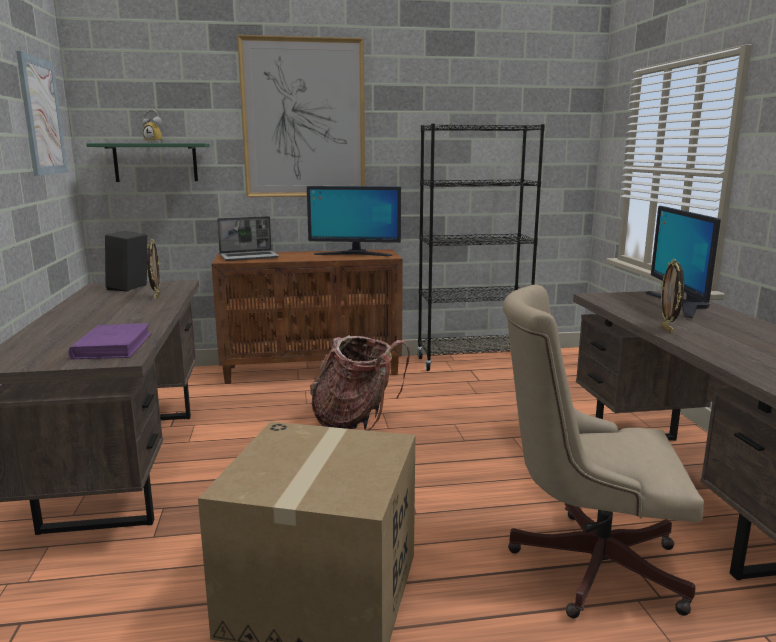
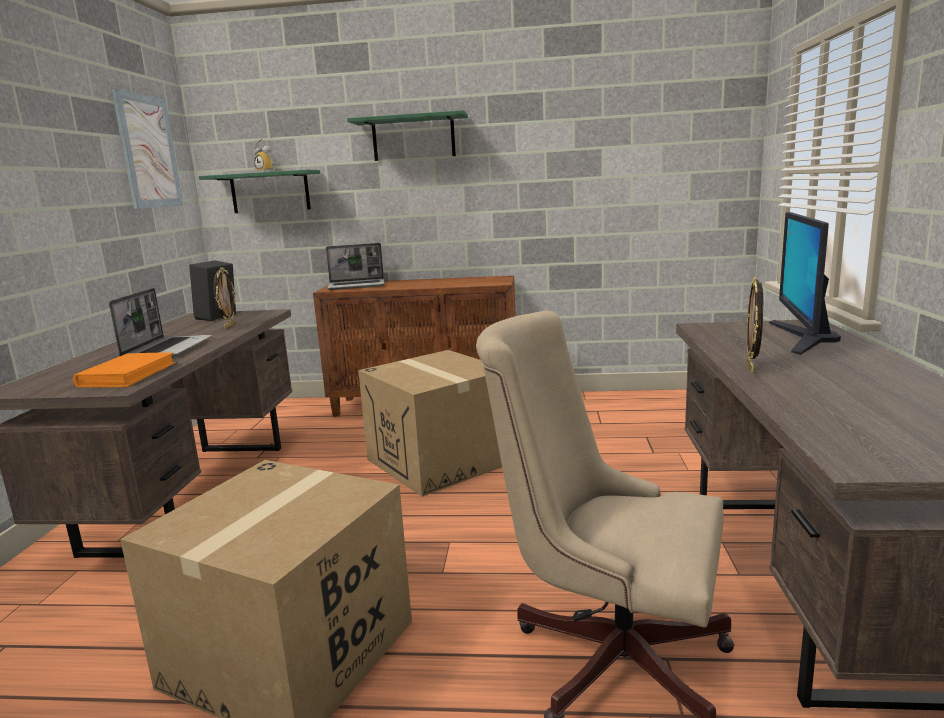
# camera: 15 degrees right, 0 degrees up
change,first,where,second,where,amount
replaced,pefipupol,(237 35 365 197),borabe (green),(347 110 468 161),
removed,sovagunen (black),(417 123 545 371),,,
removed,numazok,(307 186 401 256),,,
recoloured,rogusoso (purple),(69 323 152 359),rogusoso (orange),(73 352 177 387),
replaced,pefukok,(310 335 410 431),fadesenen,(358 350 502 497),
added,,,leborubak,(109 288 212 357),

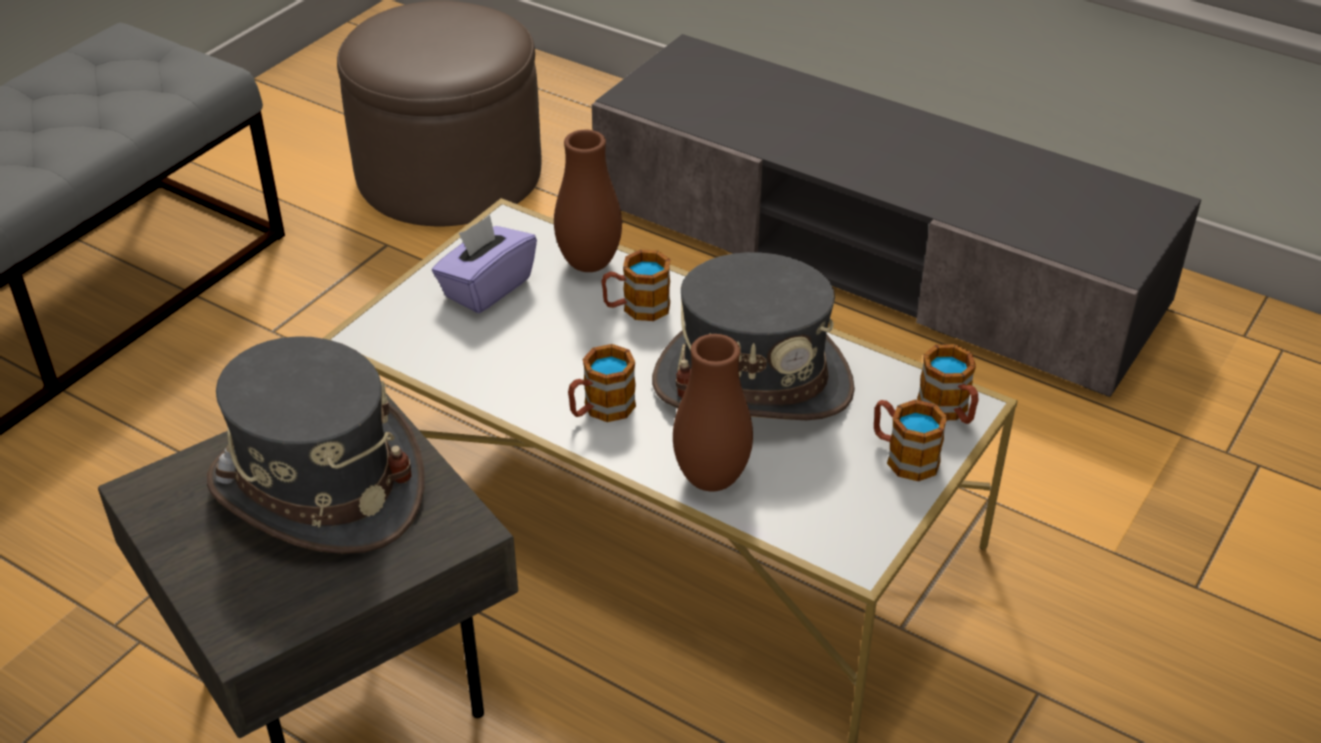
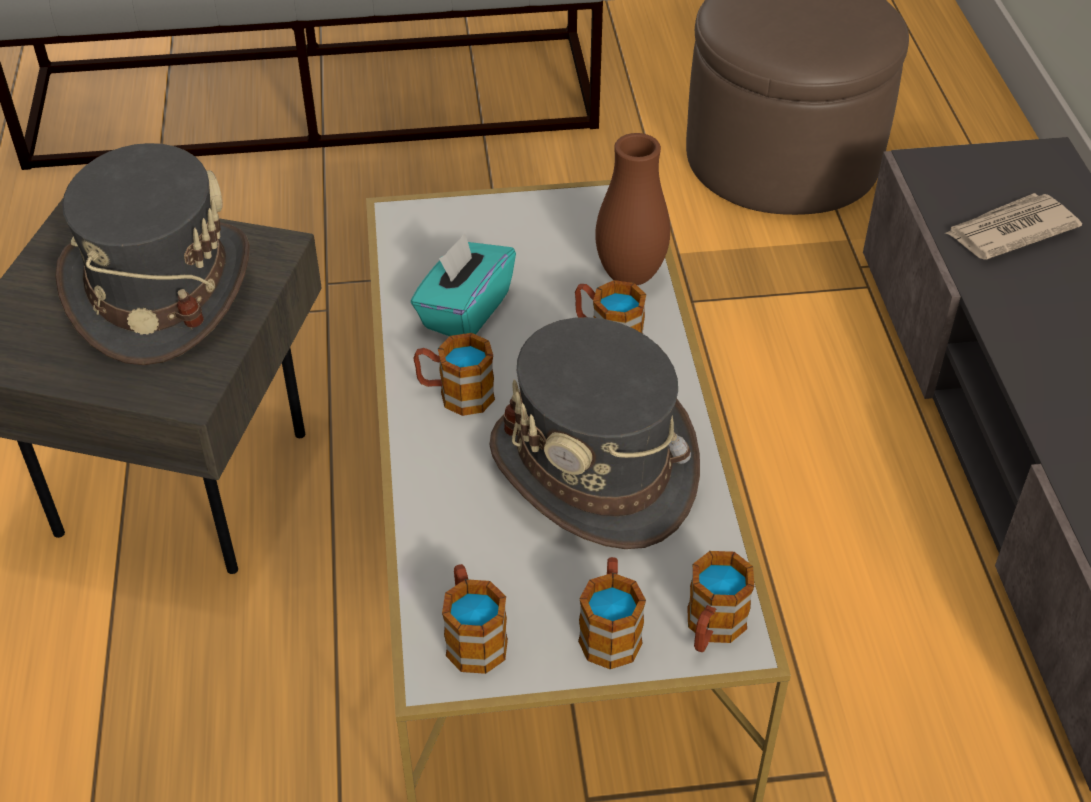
# camera: 50 degrees right, 5 degrees up
change,first,where,second,where,amount
removed,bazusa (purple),(432 215 537 313),,,
removed,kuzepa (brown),(673 334 753 491),,,
added,,,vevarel,(944 193 1082 260),
added,,,bazusa (turquoise),(411 233 516 336),
added,,,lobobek,(442 564 508 674),

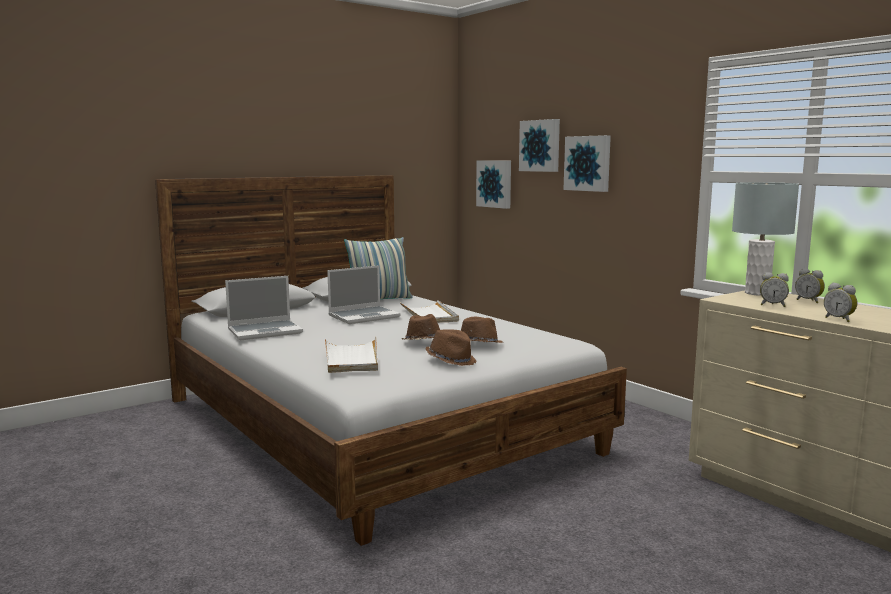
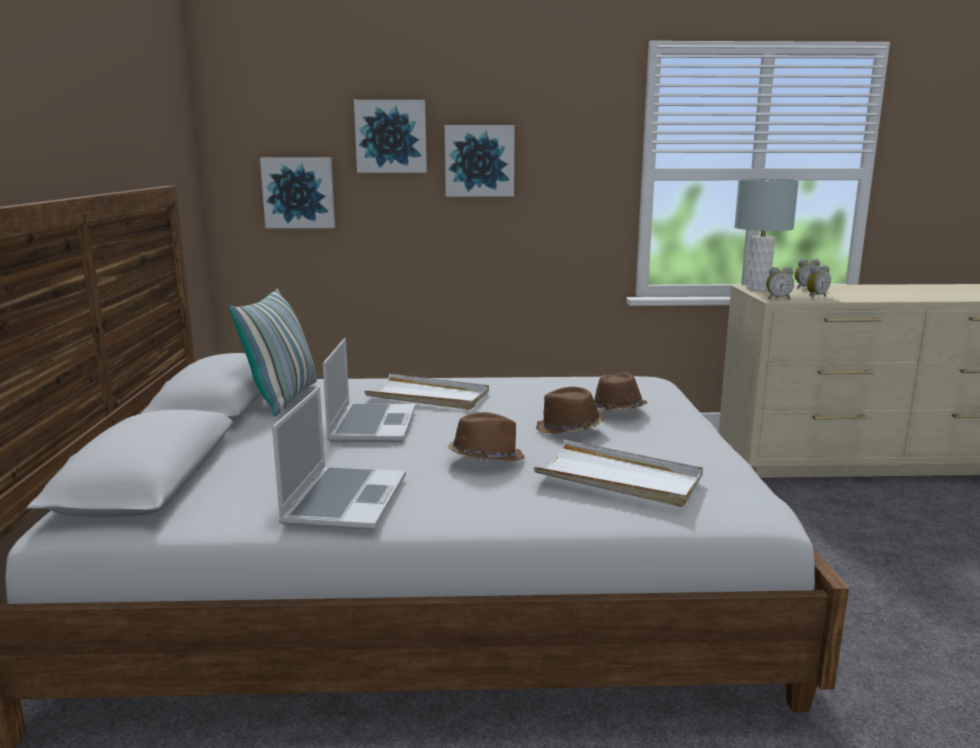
# camera: 55 degrees left, 5 degrees up
change,first,where,second,where,amount
moved,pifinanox,(824 283 857 322),,(766 267 794 300),
moved,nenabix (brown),(425 329 477 366),,(447 412 525 461),

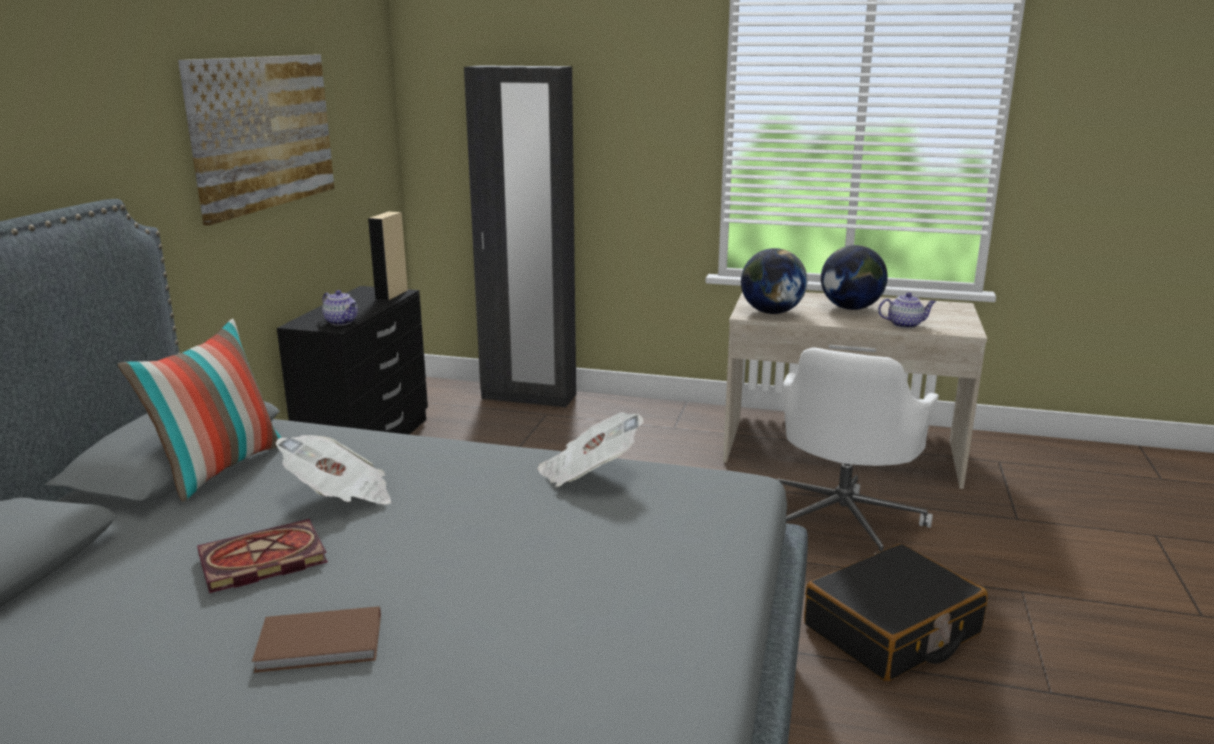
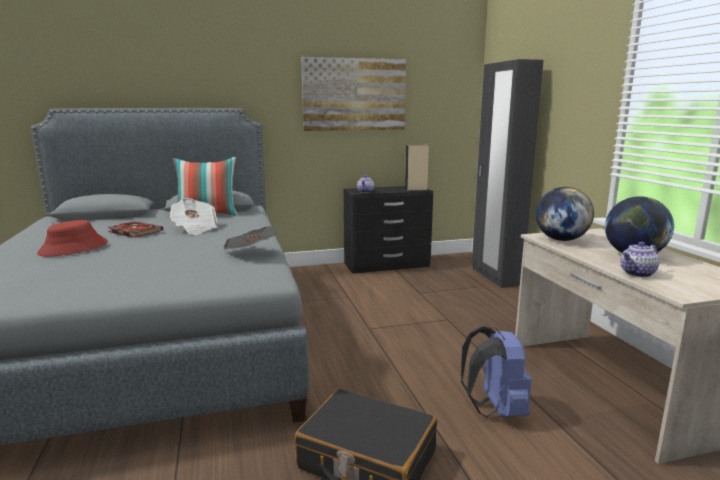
# camera: 60 degrees right, 5 degrees down
change,first,where,second,where,amount
turned,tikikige,(878 292 936 328),,(620 241 660 277),90 degrees clockwise
replaced,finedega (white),(777 347 939 554),pefukok (blue),(461 326 532 417),
replaced,rogusoso (brown),(252 606 381 673),nenabix (red),(37 220 108 256),

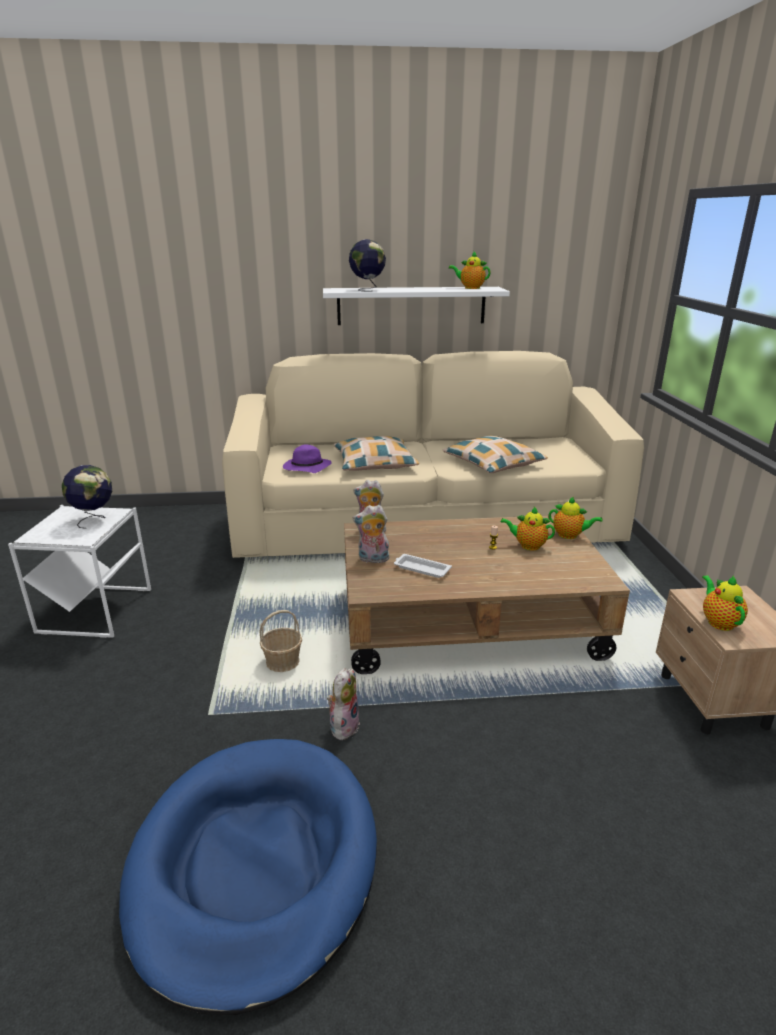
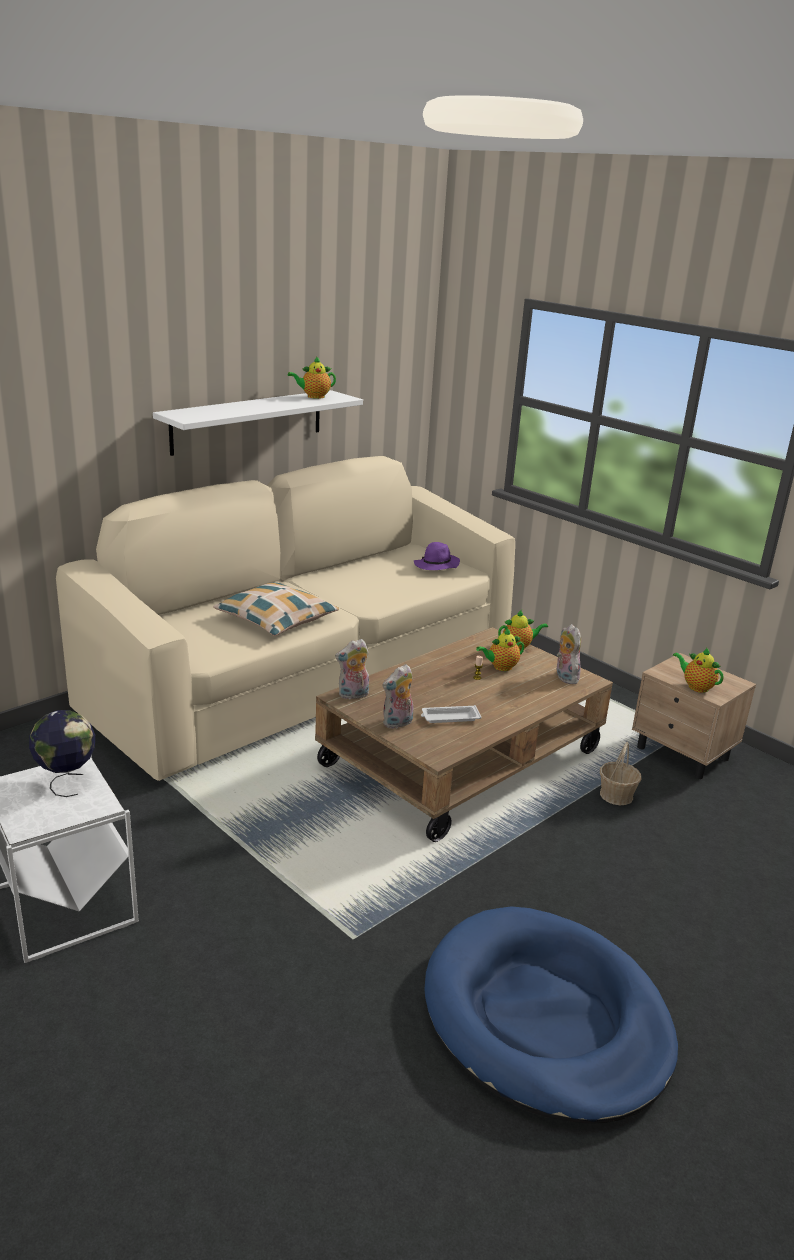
# camera: 40 degrees left, 0 degrees up
change,first,where,second,where,amount
removed,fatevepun,(349 239 386 291),,,
removed,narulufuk,(443 436 548 473),,,
moved,nenabix (purple),(283 444 332 473),,(414 542 460 570),
moved,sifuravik,(259 610 302 672),,(600 742 641 805),
moved,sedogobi,(327 668 360 740),,(557 624 581 684),

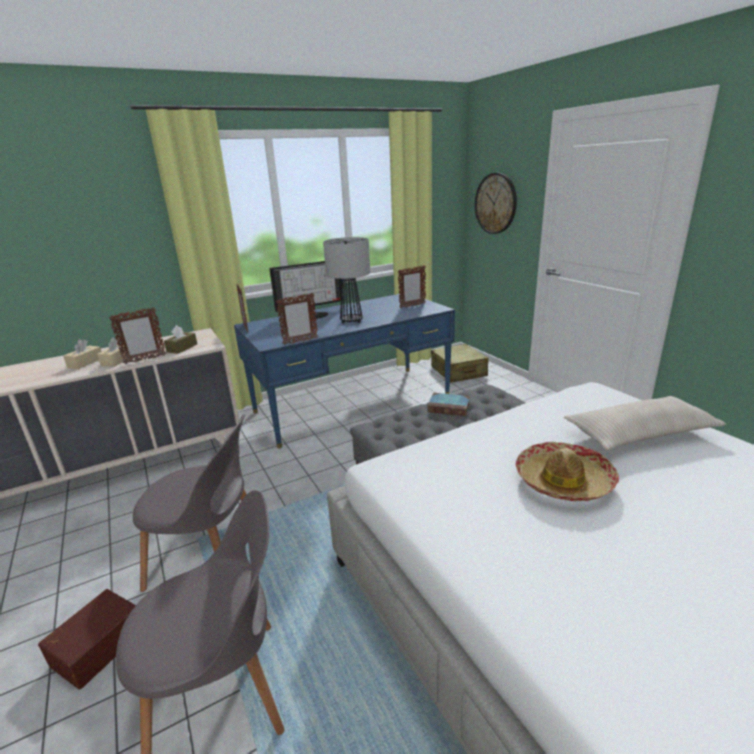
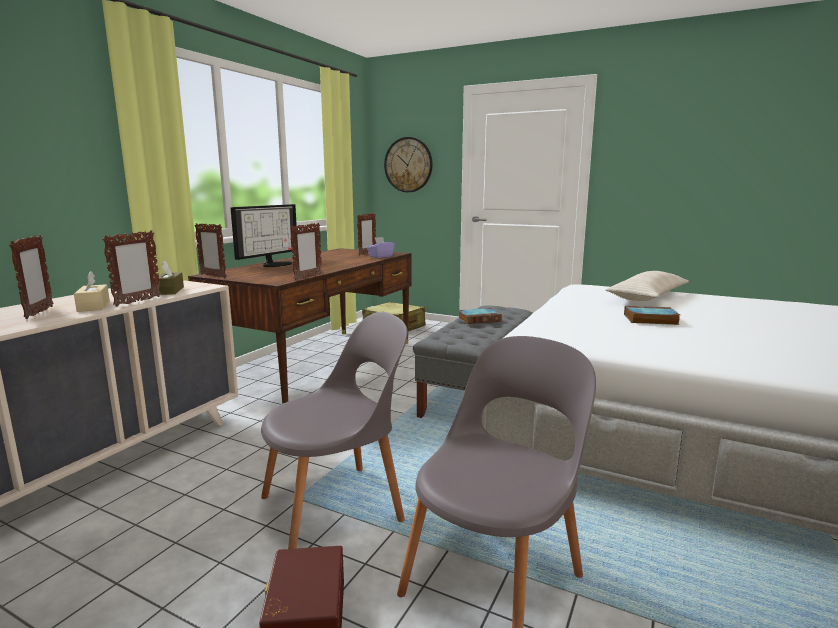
# camera: 35 degrees left, 10 degrees down
change,first,where,second,where,amount
removed,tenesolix,(323 237 370 323),,,
recoloured,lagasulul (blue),(234 294 455 449),lagasulul (brown),(188 248 412 404),
replaced,bazusa (beige),(63 339 102 369),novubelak,(9 235 54 319),
replaced,nenabix,(516 442 619 501),rogusoso,(624 306 680 325),
added,,,bazusa (purple),(367 237 395 258),

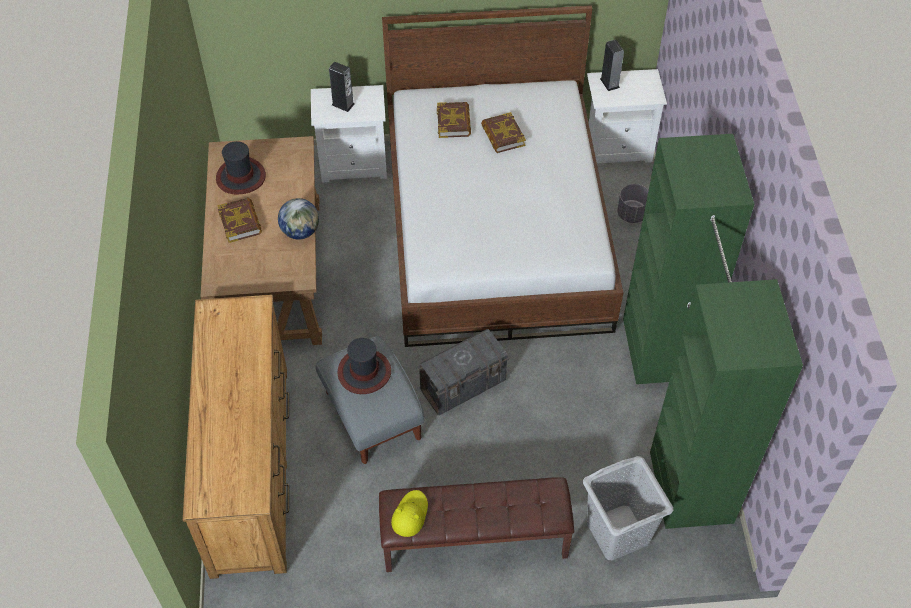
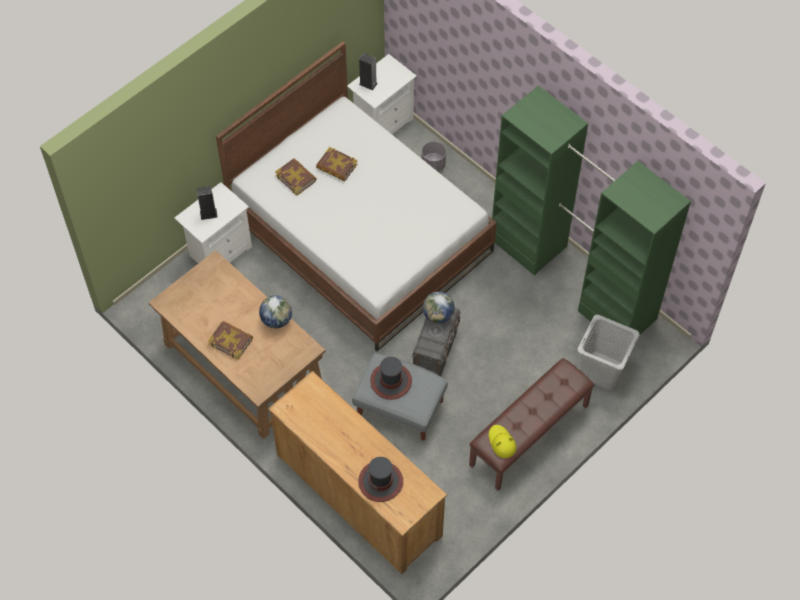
# camera: 40 degrees left, 5 degrees up
change,first,where,second,where,amount
moved,nenabix,(216 141 266 195),,(358 457 403 502),
added,,,fatevepun,(423 292 455 324),

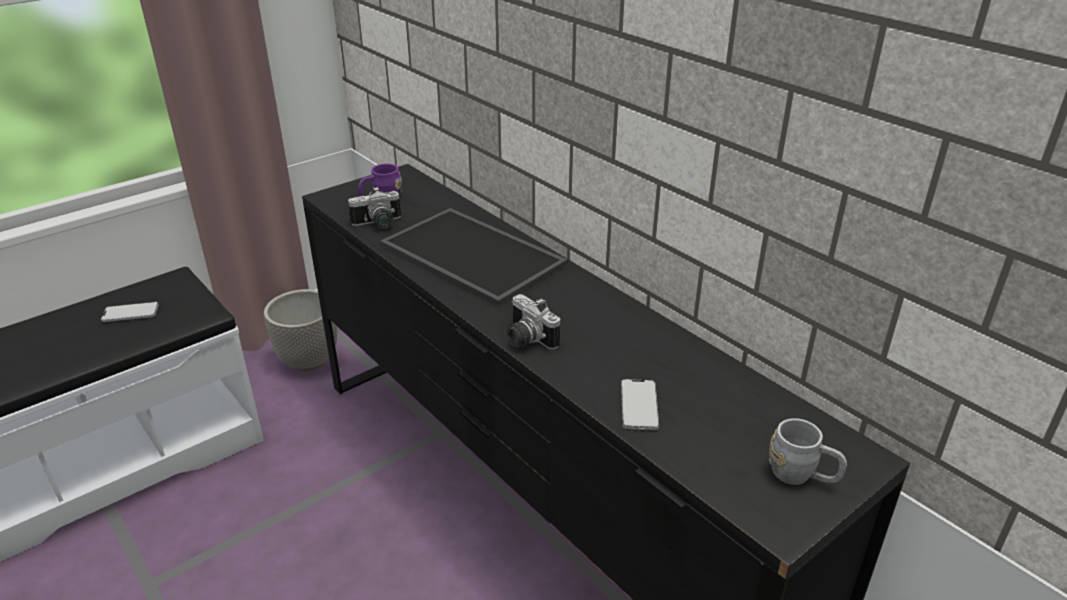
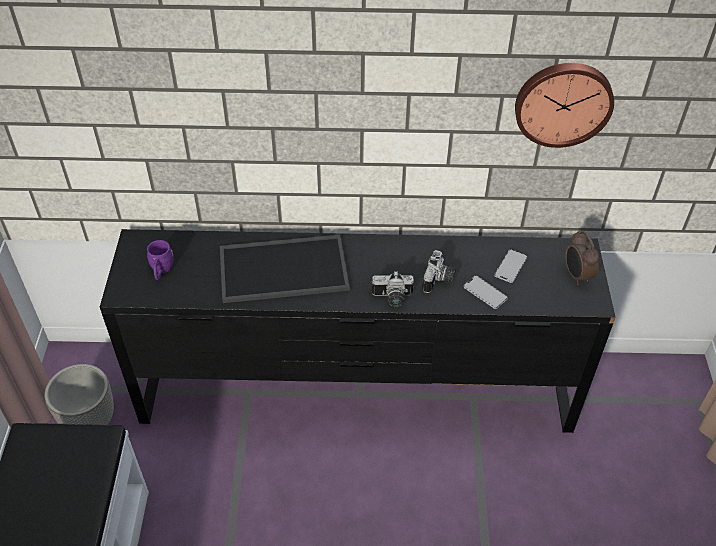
# camera: 50 degrees left, 15 degrees up
change,first,where,second,where,amount
moved,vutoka,(348 187 401 228),,(422 250 455 293),
moved,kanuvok,(101 302 159 322),,(494 249 528 283),
replaced,lobobek (grey),(769 418 847 485),pifinanox,(565 230 600 285),
added,,,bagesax,(515 63 614 148),

